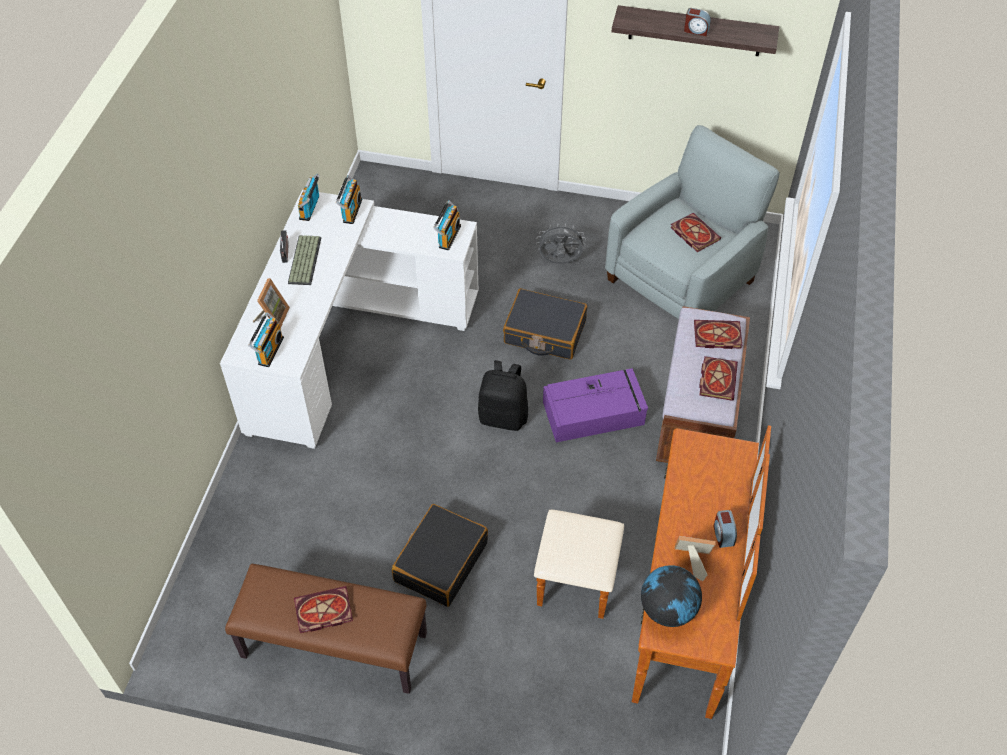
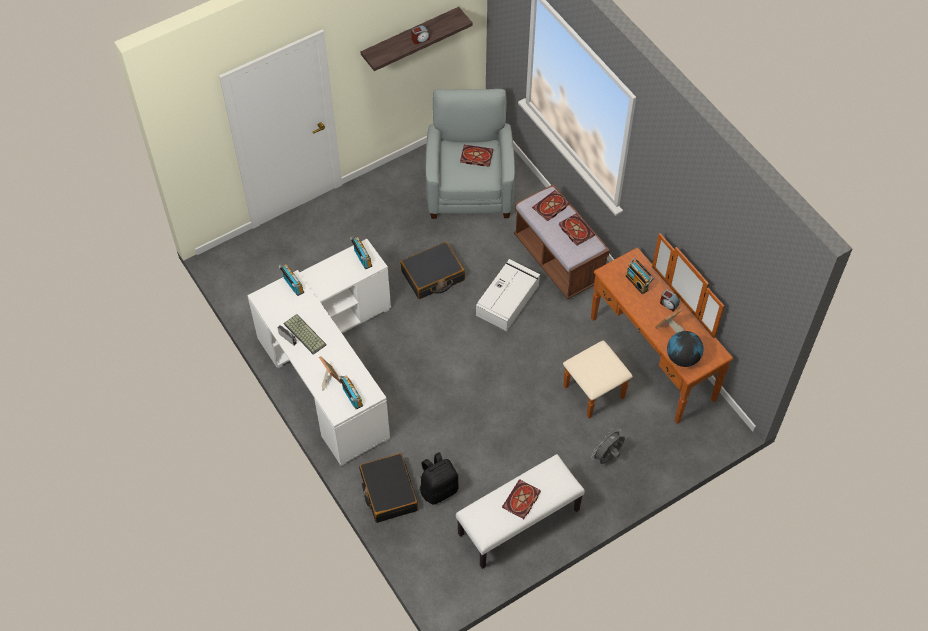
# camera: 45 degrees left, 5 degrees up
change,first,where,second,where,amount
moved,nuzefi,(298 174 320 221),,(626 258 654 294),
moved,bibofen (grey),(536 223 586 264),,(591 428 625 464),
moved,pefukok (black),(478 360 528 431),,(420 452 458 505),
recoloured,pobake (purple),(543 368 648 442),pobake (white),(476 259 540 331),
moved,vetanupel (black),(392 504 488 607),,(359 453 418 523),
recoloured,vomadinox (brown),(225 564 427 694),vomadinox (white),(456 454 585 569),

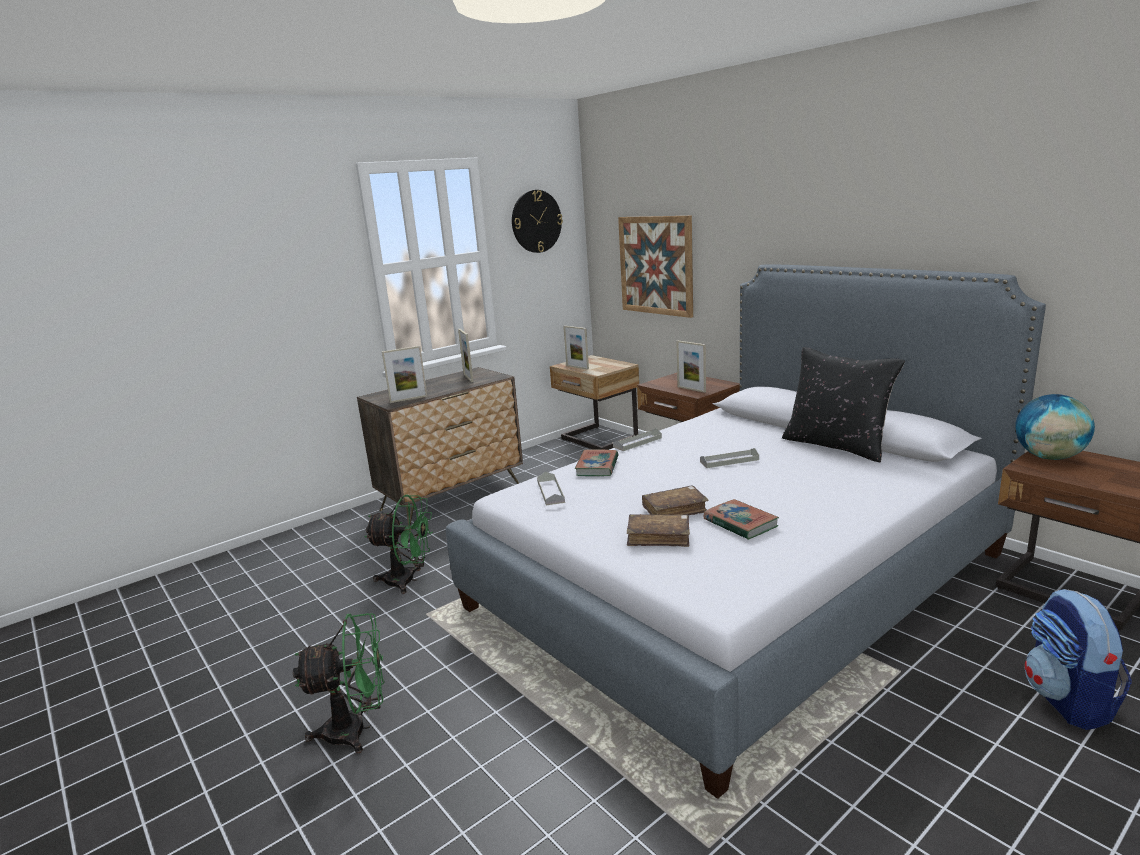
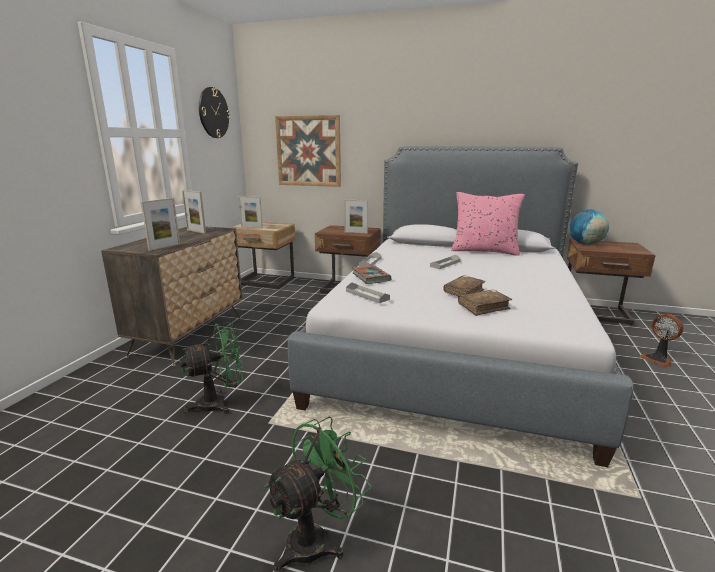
# camera: 35 degrees left, 0 degrees up
change,first,where,second,where,amount
recoloured,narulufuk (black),(782 347 905 462),narulufuk (pink),(451 192 525 256),
removed,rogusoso,(704 499 779 540),,,
replaced,pefukok,(1025 589 1132 730),bibofen,(640 314 683 367),

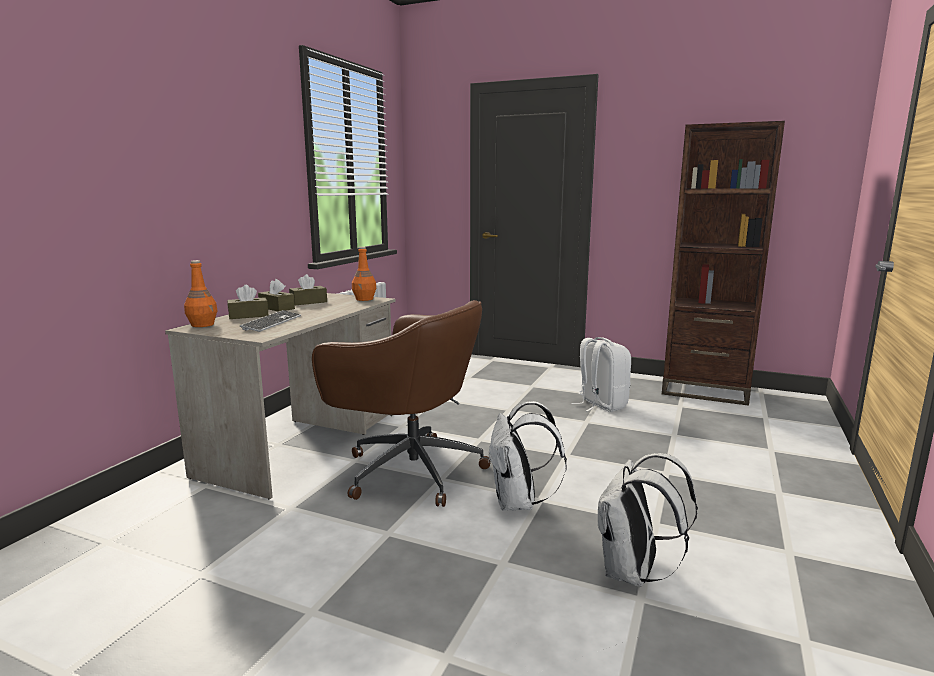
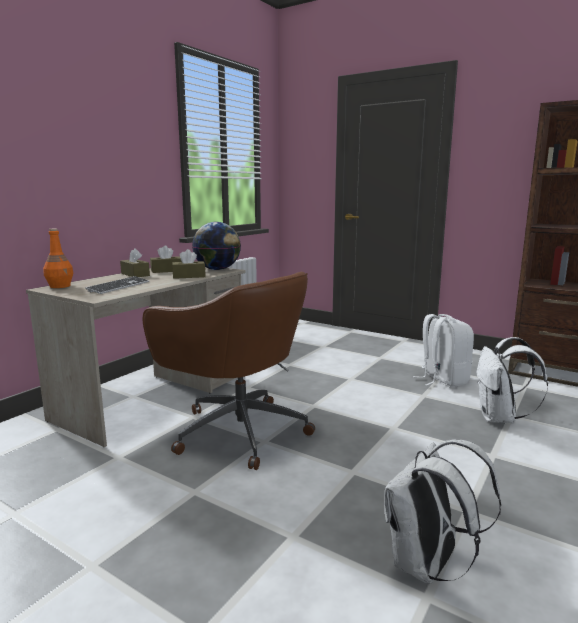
# camera: 10 degrees right, 0 degrees up
change,first,where,second,where,amount
replaced,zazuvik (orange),(352 247 376 301),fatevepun,(192 222 241 270),
moved,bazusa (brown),(227 285 268 319),,(172 249 206 279),
moved,pefukok (white),(489 401 567 511),,(477 337 548 423),

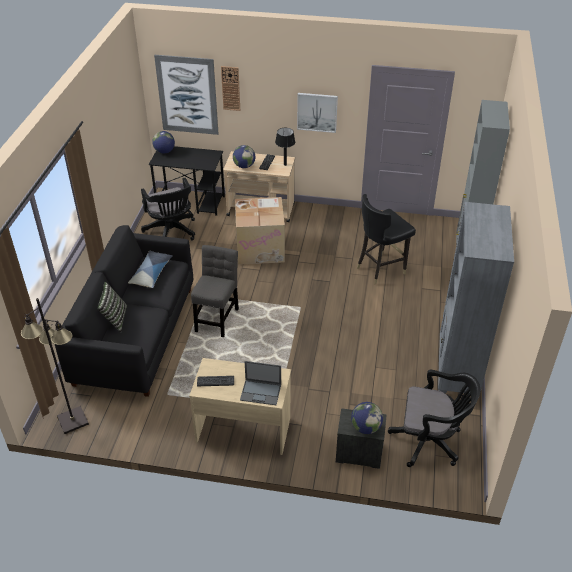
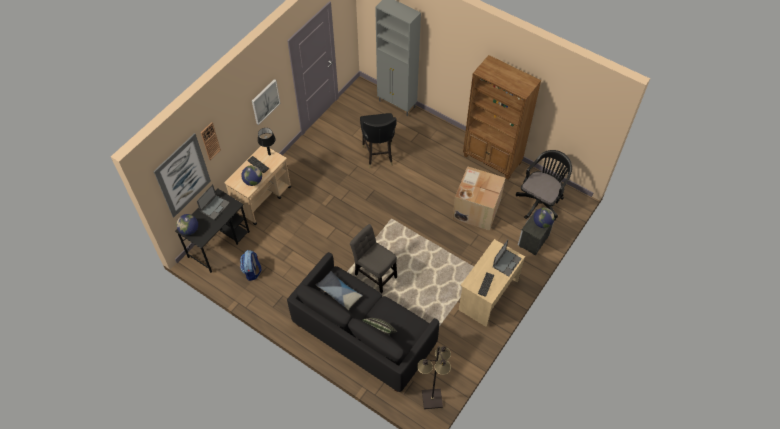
# camera: 65 degrees left, 15 degrees up
change,first,where,second,where,amount
replaced,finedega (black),(141 178 195 240),pefukok,(240 250 261 281),
moved,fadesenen,(235 197 285 265),,(452 166 505 231),
recoloured,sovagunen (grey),(438 202 514 394),sovagunen (brown),(463 55 541 180),
added,,,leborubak,(197 184 230 220),

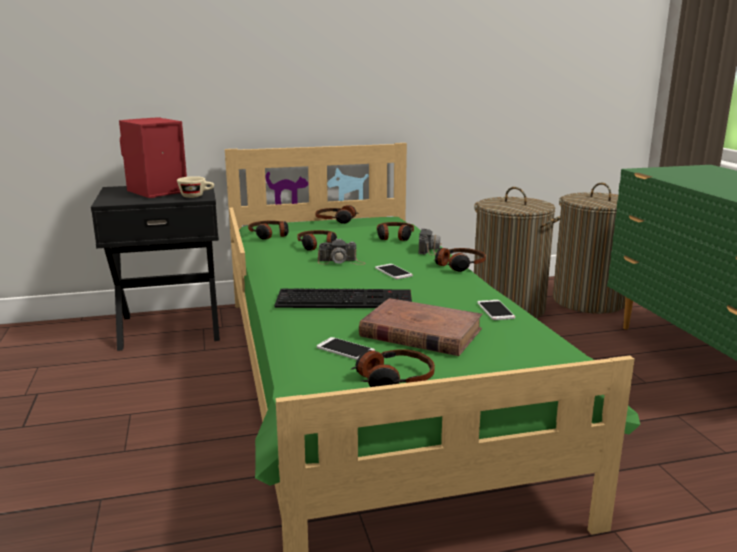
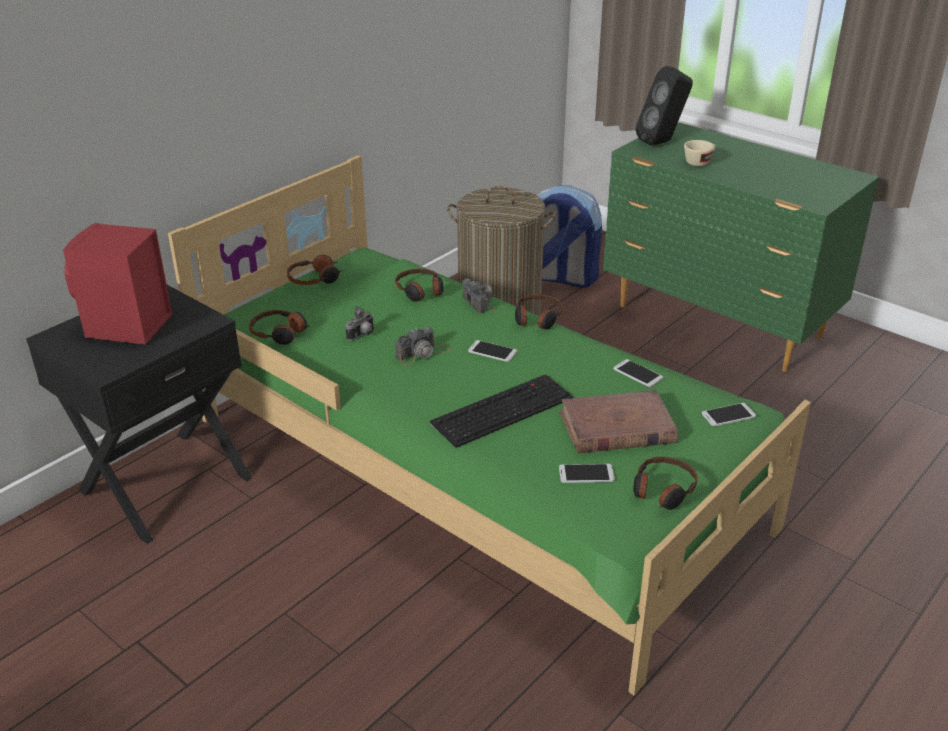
# camera: 35 degrees left, 15 degrees up
change,first,where,second,where,amount
moved,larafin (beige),(177 176 214 198),,(684 140 716 166),
replaced,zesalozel,(553 183 625 314),pefukok,(538 185 602 288),
replaced,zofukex,(297 230 337 251),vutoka,(345 306 374 341),
added,,,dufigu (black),(636 66 693 146),
added,,,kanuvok,(702 403 756 426),

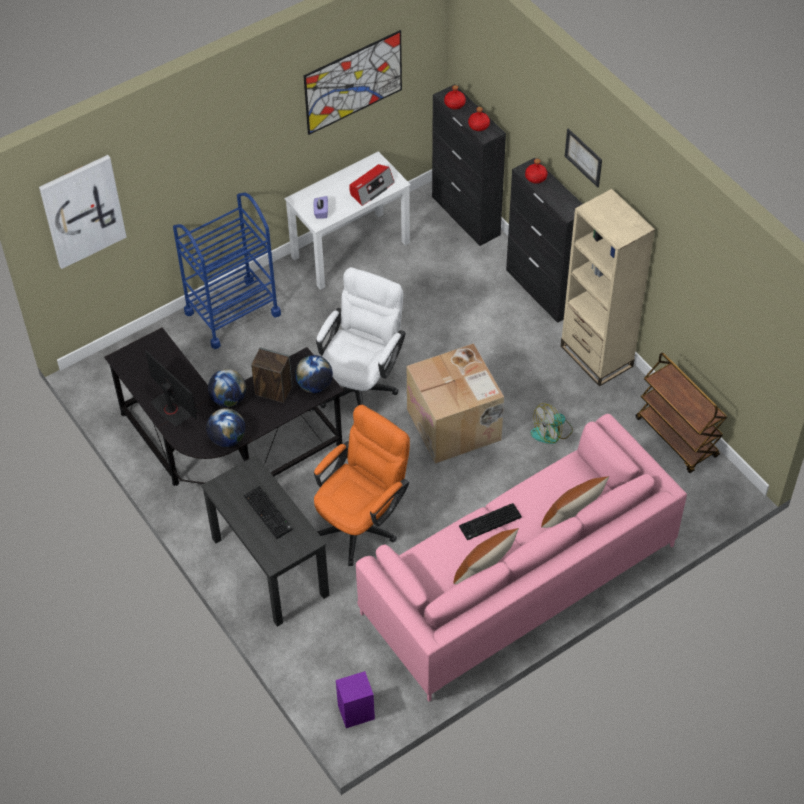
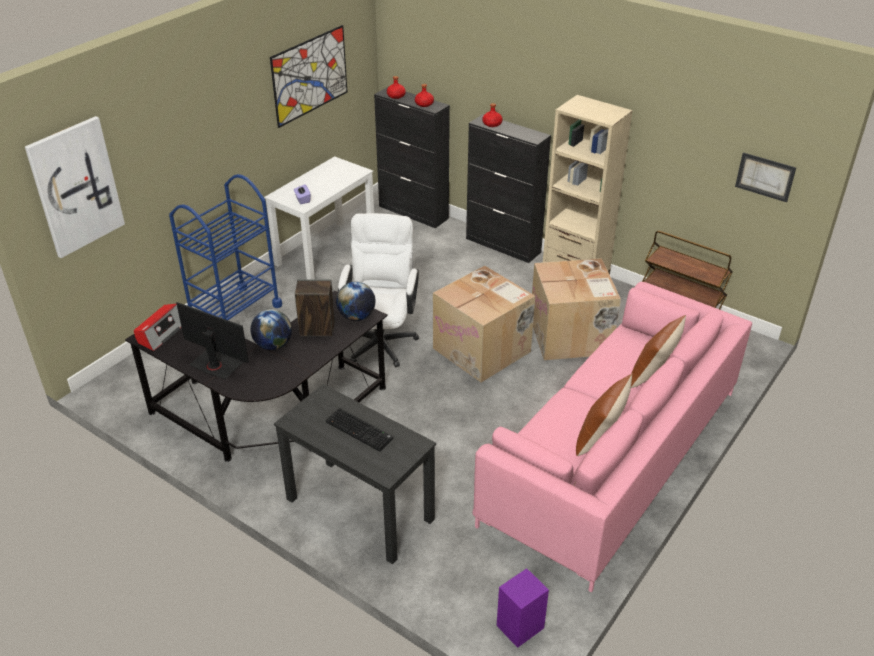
# camera: 20 degrees left, 15 degrees down
change,first,where,second,where,amount
moved,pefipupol,(565 128 602 188),,(735 152 796 202),
moved,nuzefi,(349 164 395 206),,(134 304 181 351),
replaced,bibofen,(531 403 573 444),fadesenen,(532 258 621 360),
removed,finedega (orange),(314 405 410 566),,,
removed,fatevepun,(206 408 245 447),,,
removed,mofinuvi,(459 503 522 540),,,

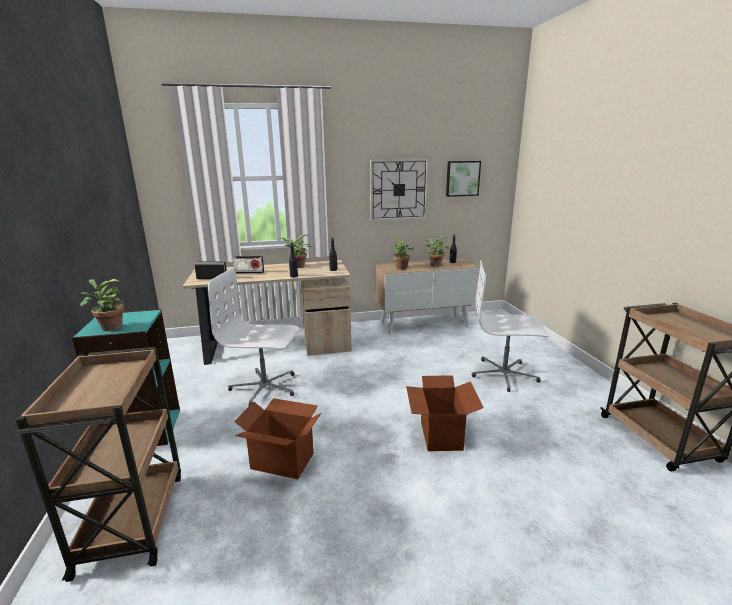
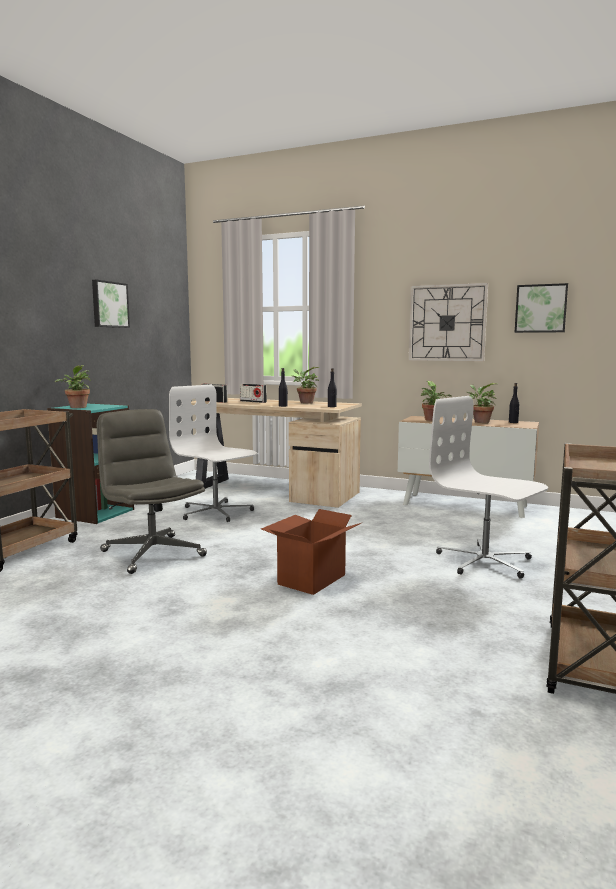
# camera: 35 degrees right, 10 degrees down
change,first,where,second,where,amount
replaced,fadesenen,(234 398 321 479),finedega (grey),(97 409 207 574),
added,,,pefipupol,(92 280 130 328),

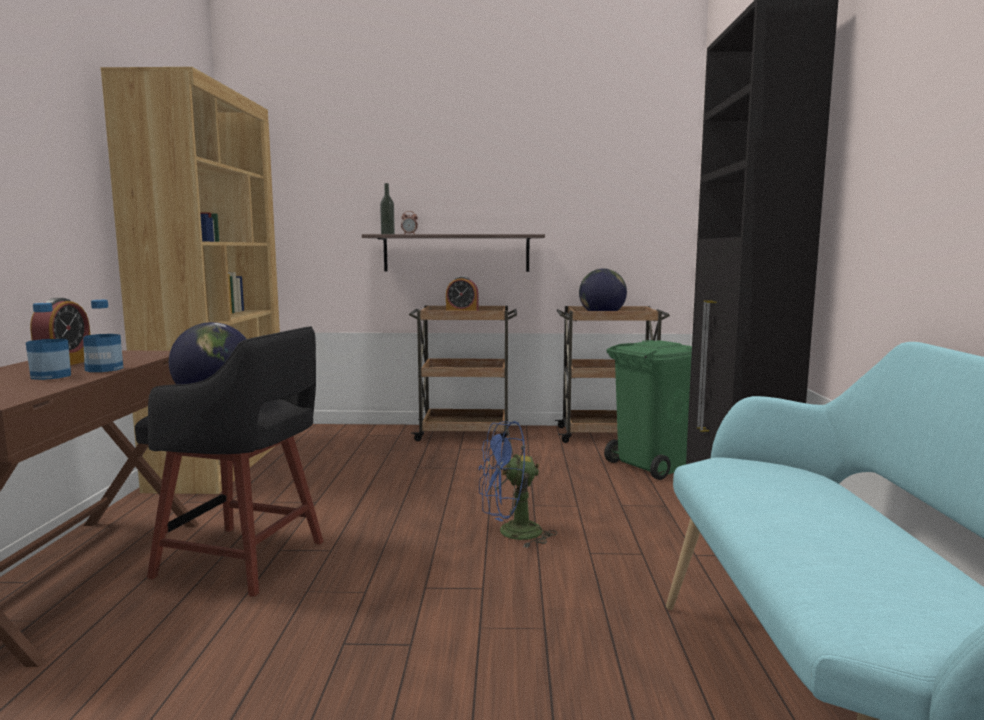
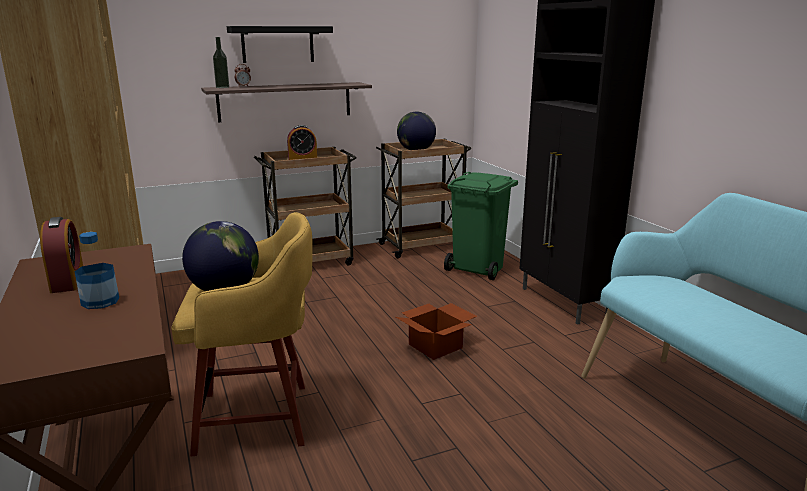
# camera: 25 degrees left, 10 degrees up
change,first,where,second,where,amount
removed,zazuvik,(83 300 123 372),,,
recoloured,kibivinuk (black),(135 326 323 597),kibivinuk (yellow),(171 212 313 456),
replaced,bibofen (blue),(479 421 557 548),fadesenen,(396 303 477 360),
added,,,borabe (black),(227 26 333 63),

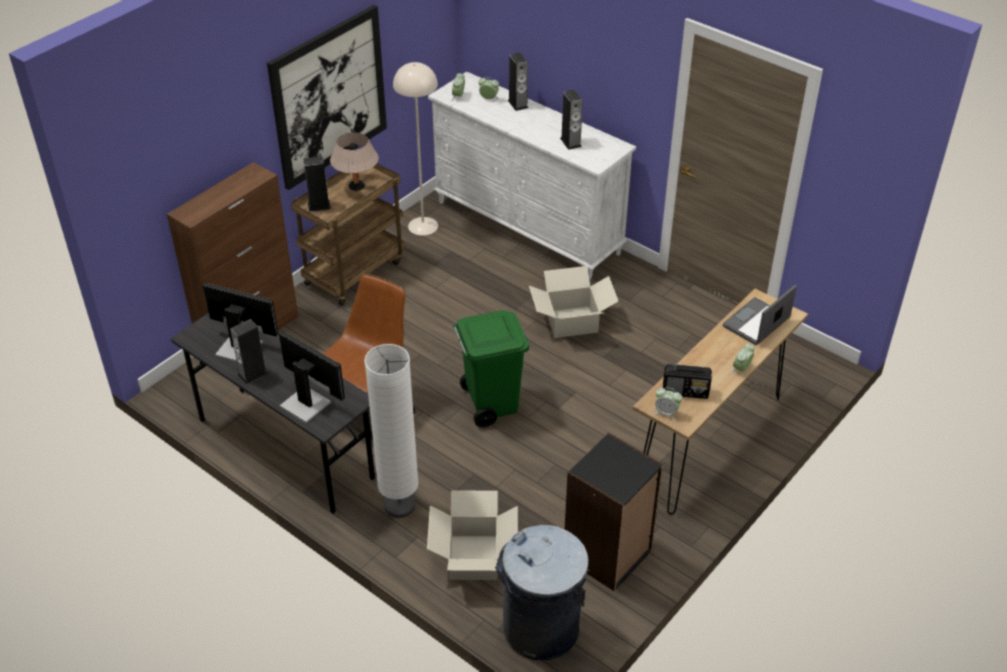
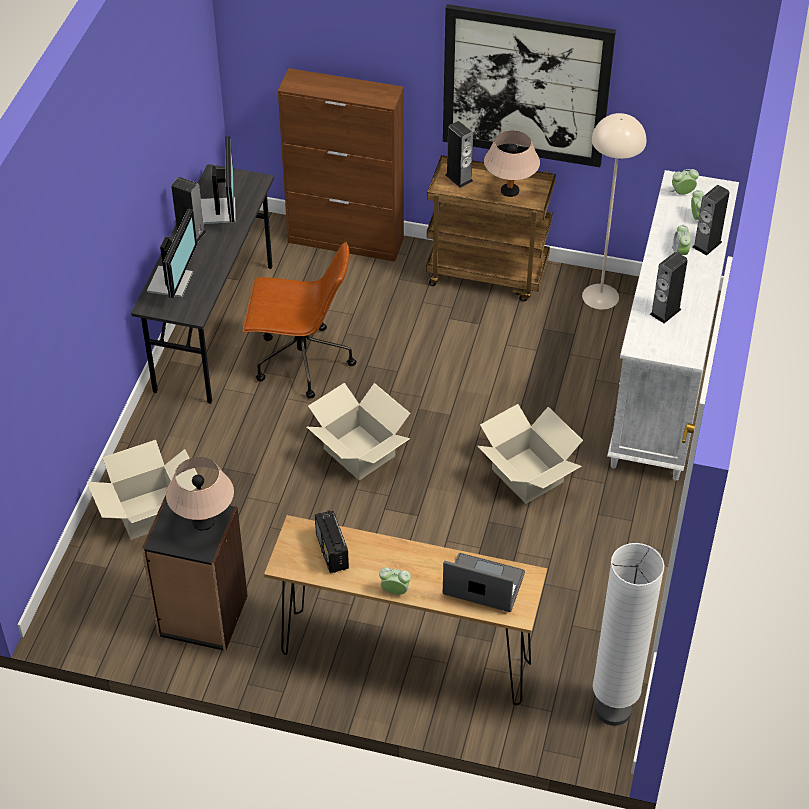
# camera: 65 degrees right, 5 degrees up
change,first,where,second,where,amount
replaced,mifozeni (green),(453 310 529 427),fadesenen,(307 383 410 480),
moved,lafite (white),(364 344 419 518),,(593 543 664 726),
moved,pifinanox,(654 387 682 421),,(672 225 691 255),
removed,mifozeni (grey),(495 525 589 660),,,
added,,,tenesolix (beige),(166 457 234 530),

